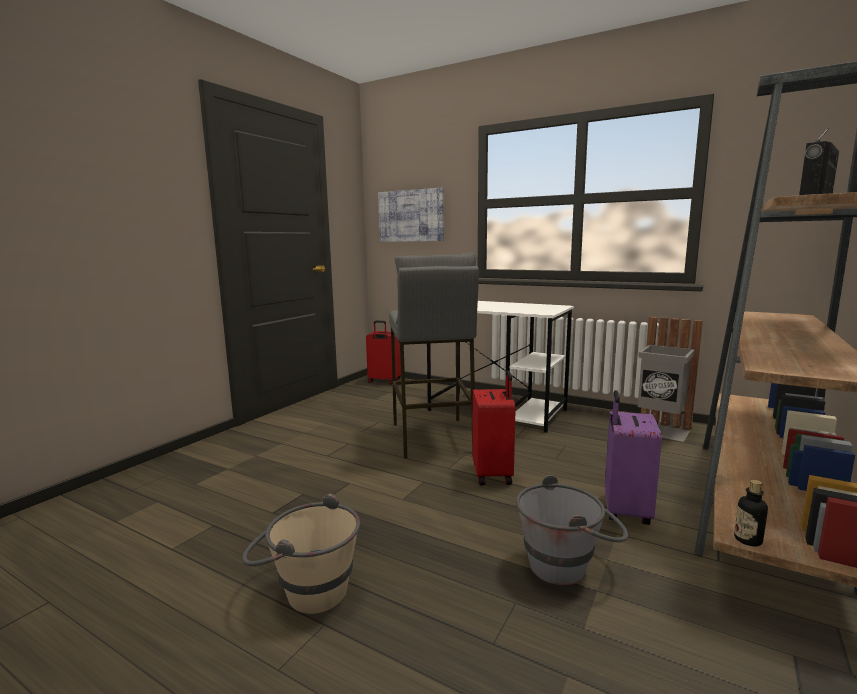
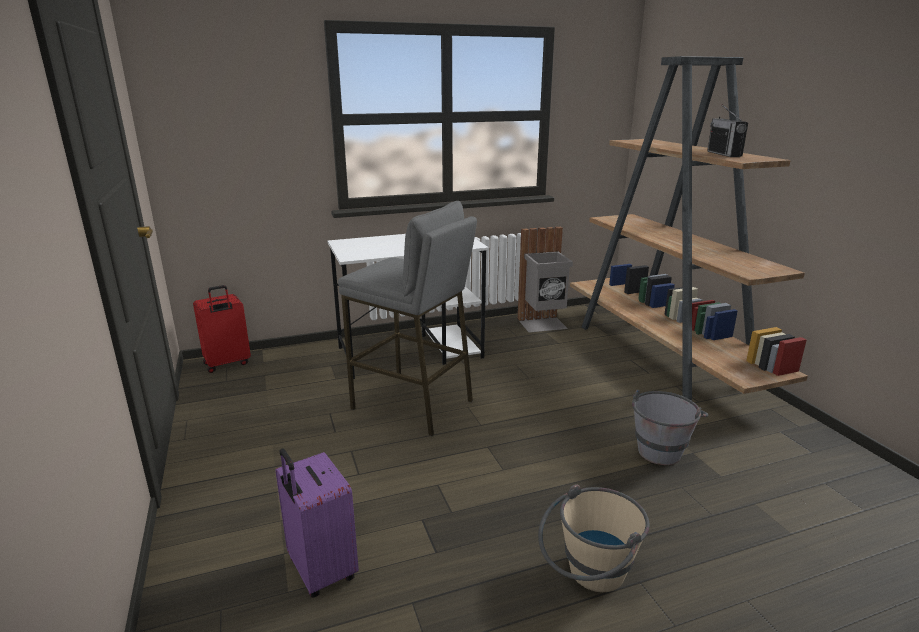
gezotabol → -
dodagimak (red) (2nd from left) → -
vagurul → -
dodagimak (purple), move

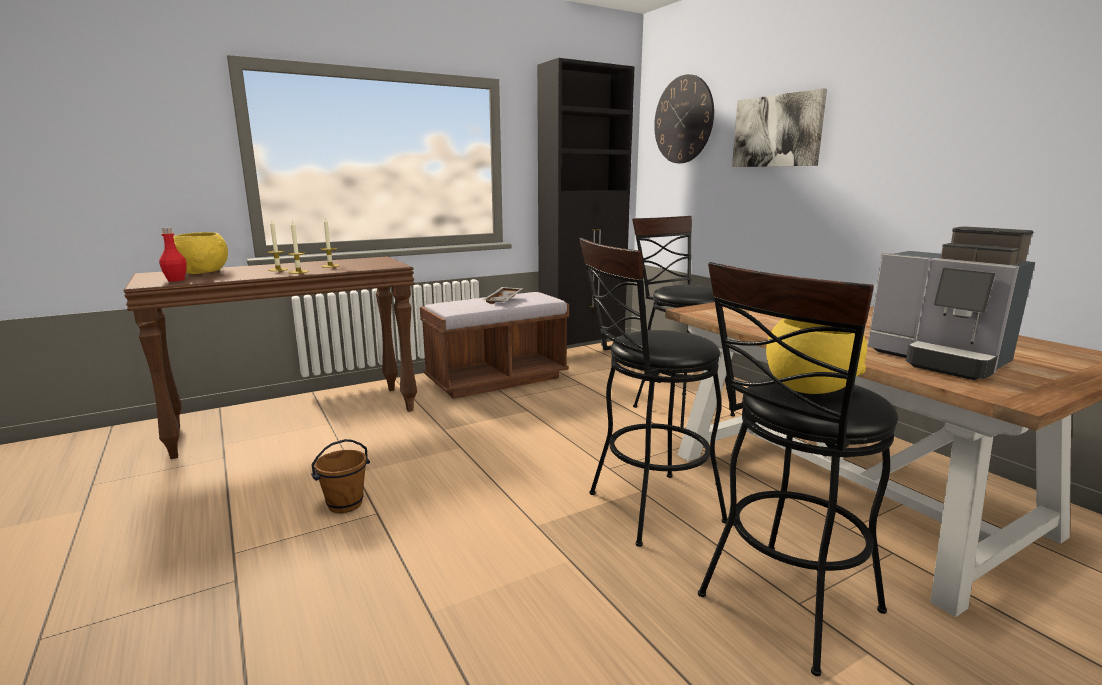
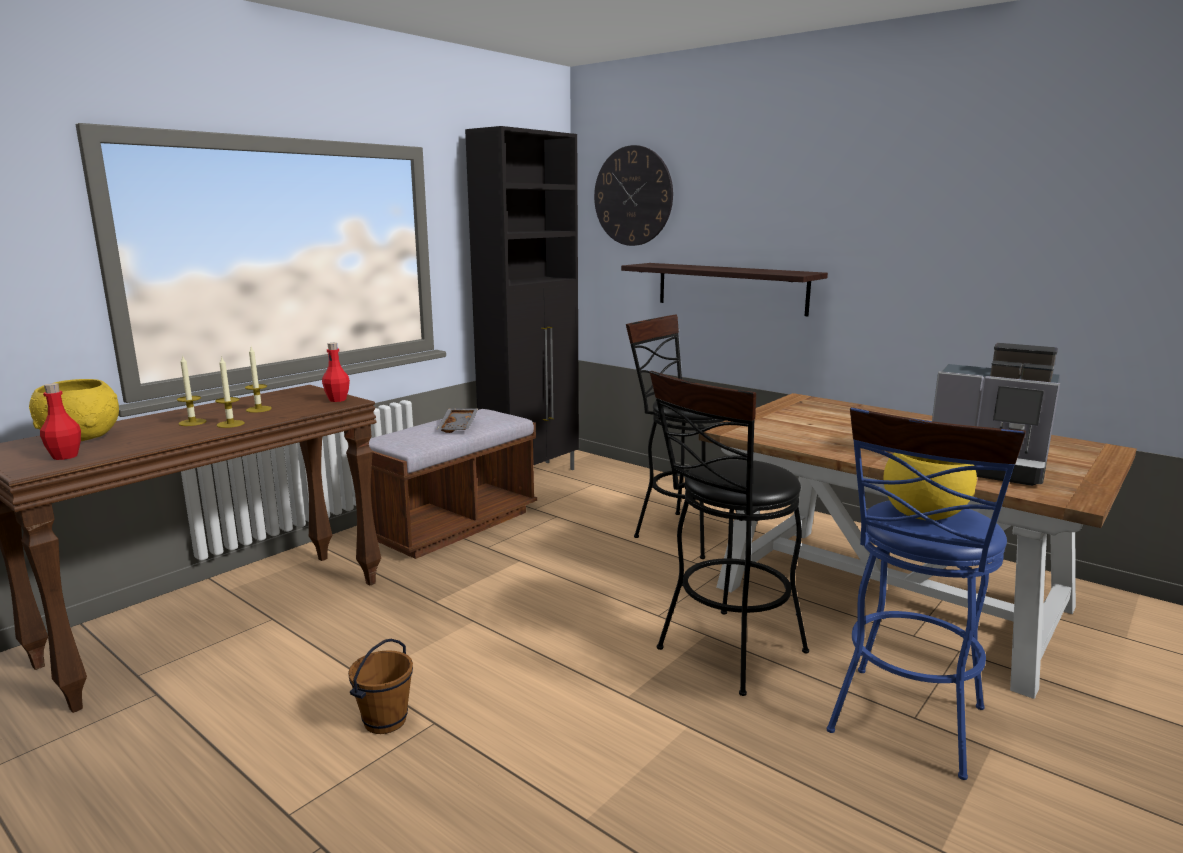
gezotabol → -
- → vagurul (red) (2nd from left)
- → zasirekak
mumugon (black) (3rd from left) → mumugon (blue)

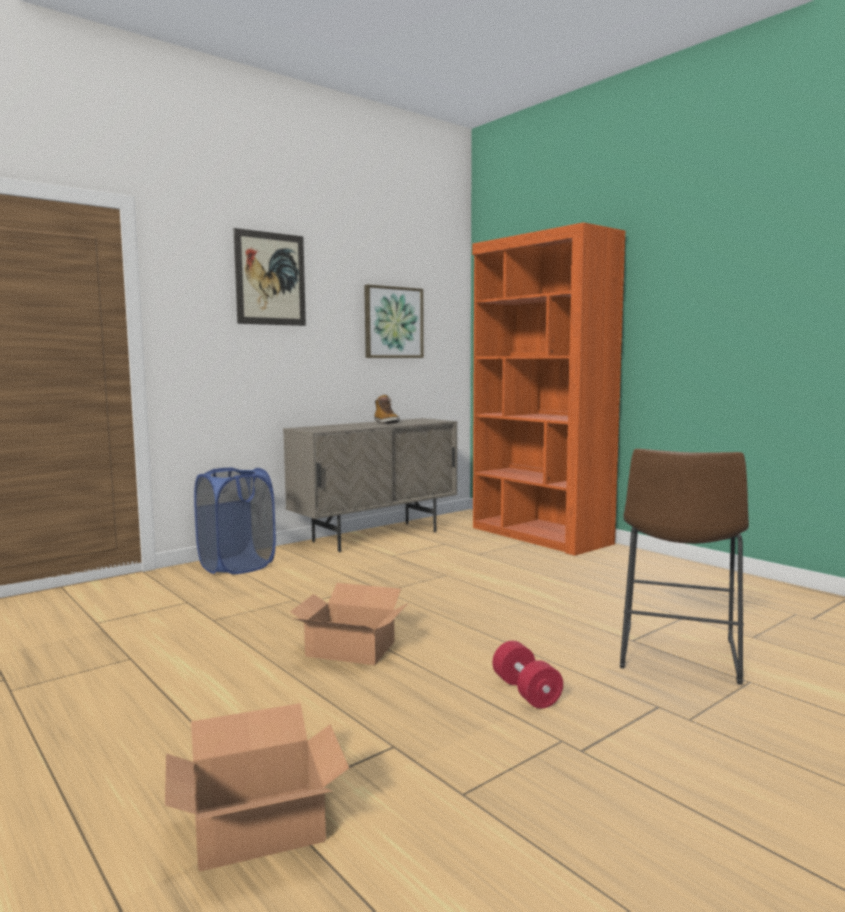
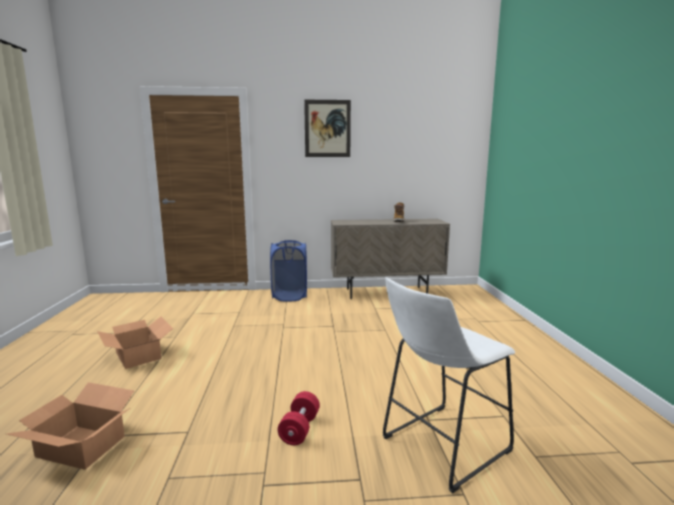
gezotabol (2nd from left) → -
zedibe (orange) → -
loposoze (2nd from left), move
mumugon (brown) → mumugon (white)

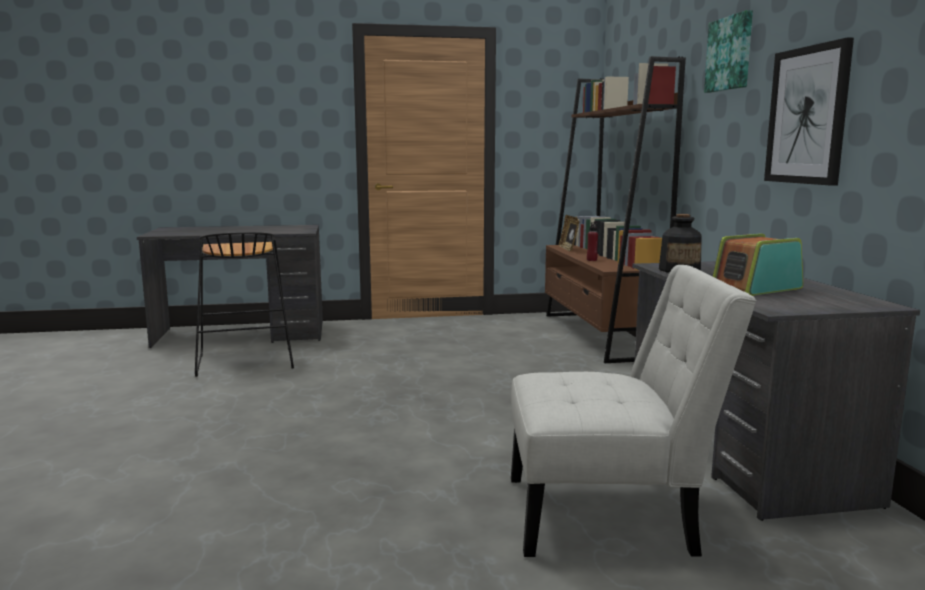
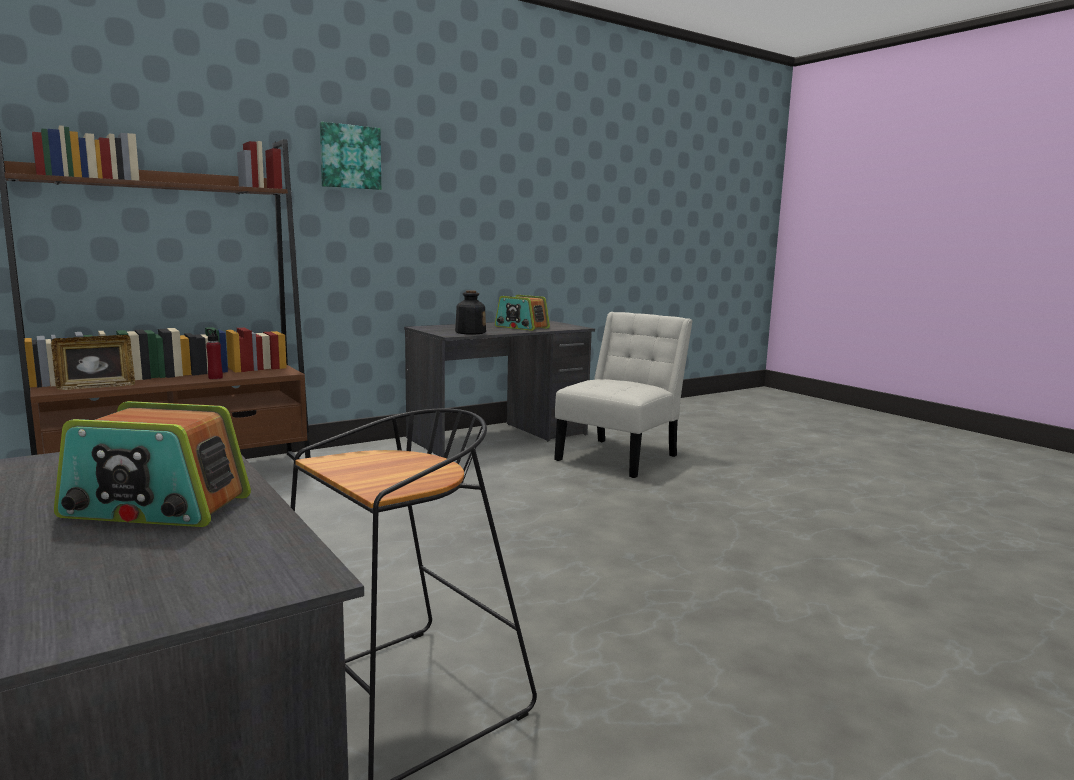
gezotabol (2nd from left) → -
- → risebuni (1st from left)
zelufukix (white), 60 degrees clockwise

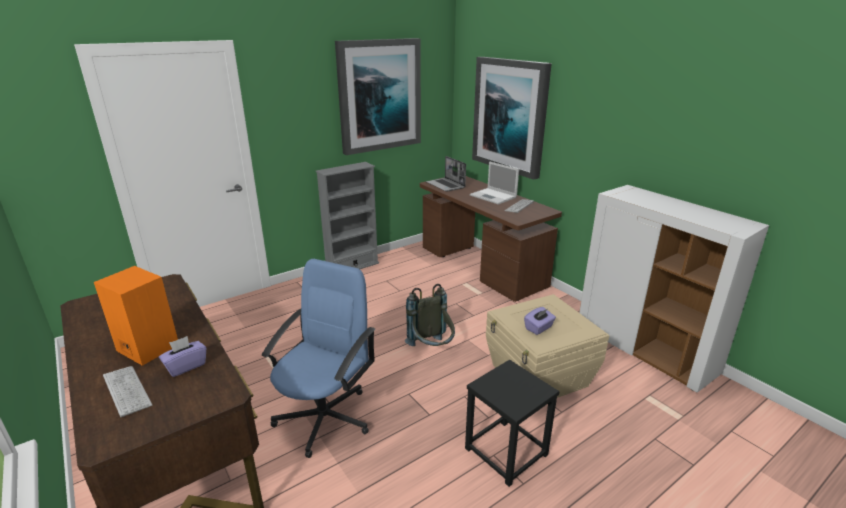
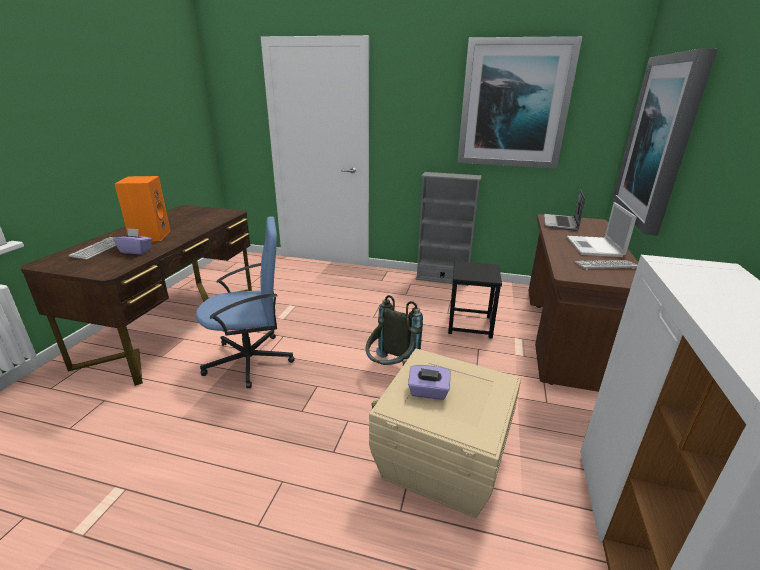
mumugon (black), move

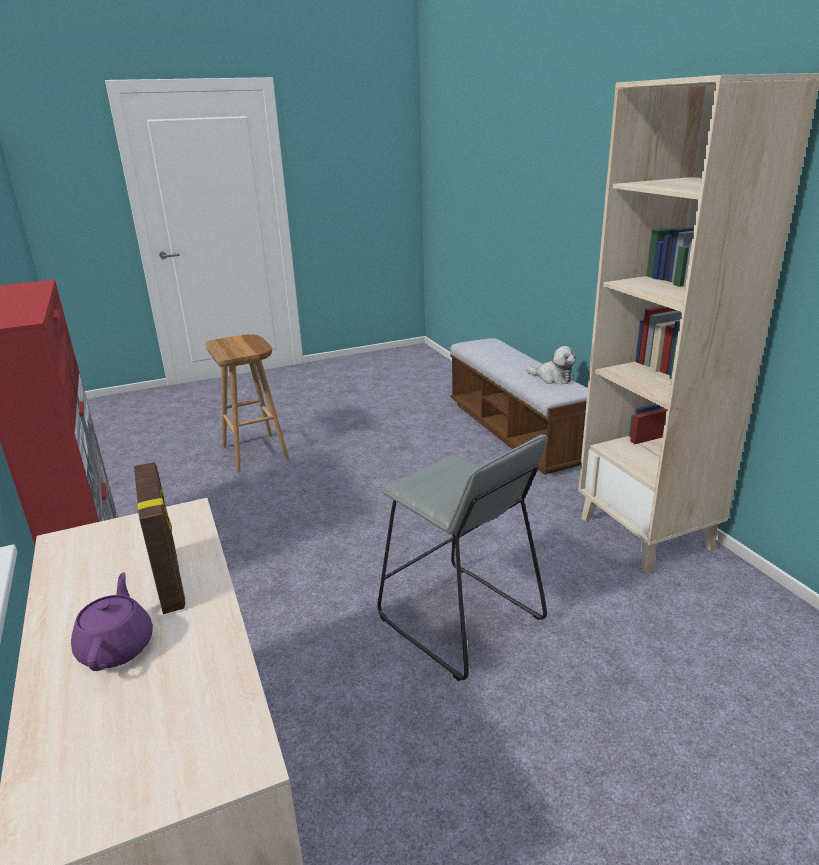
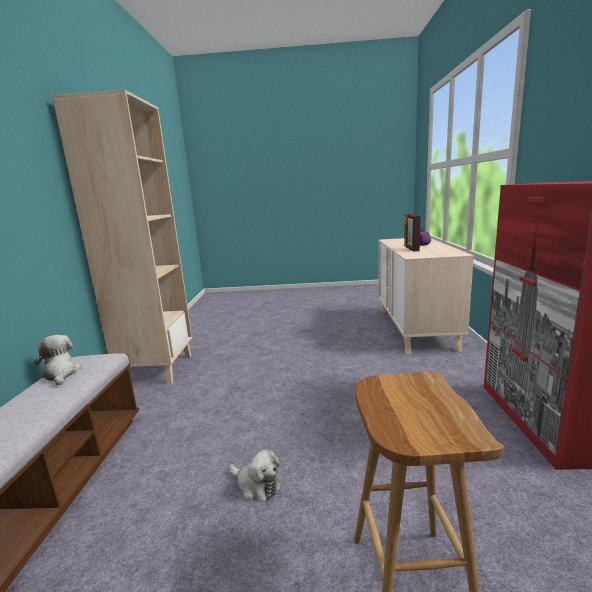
mumugon (grey) → -
- → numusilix (2nd from left)

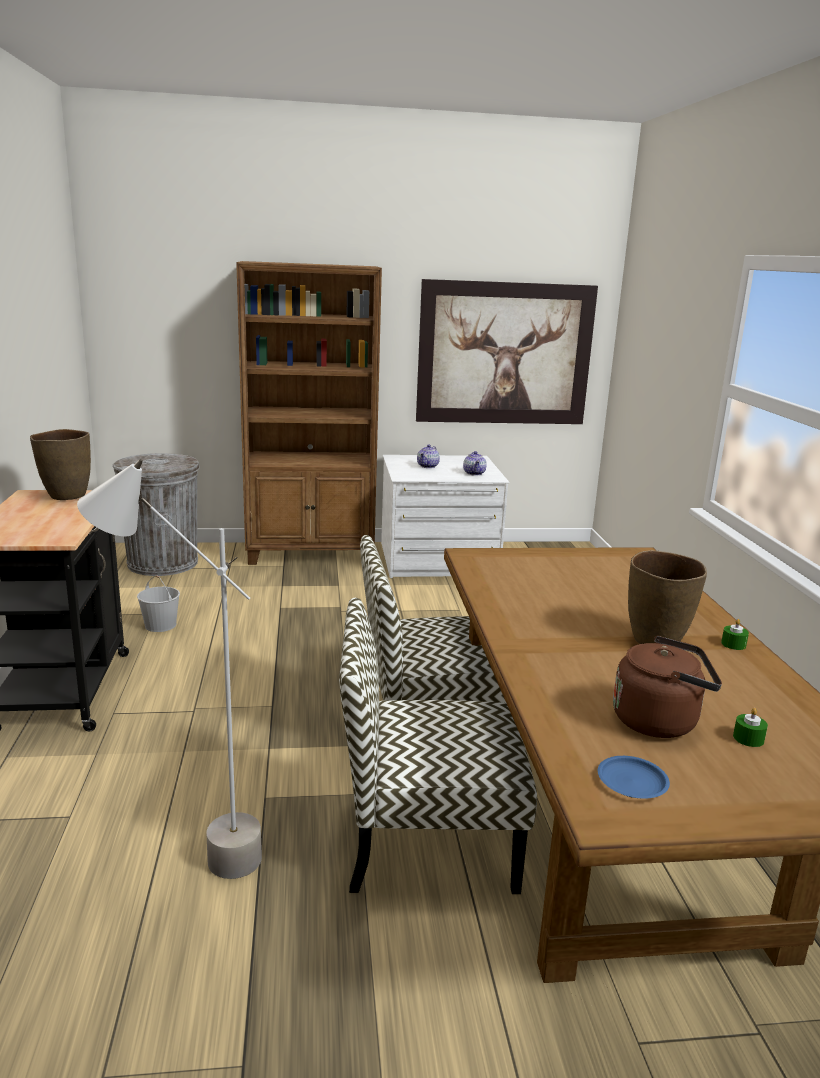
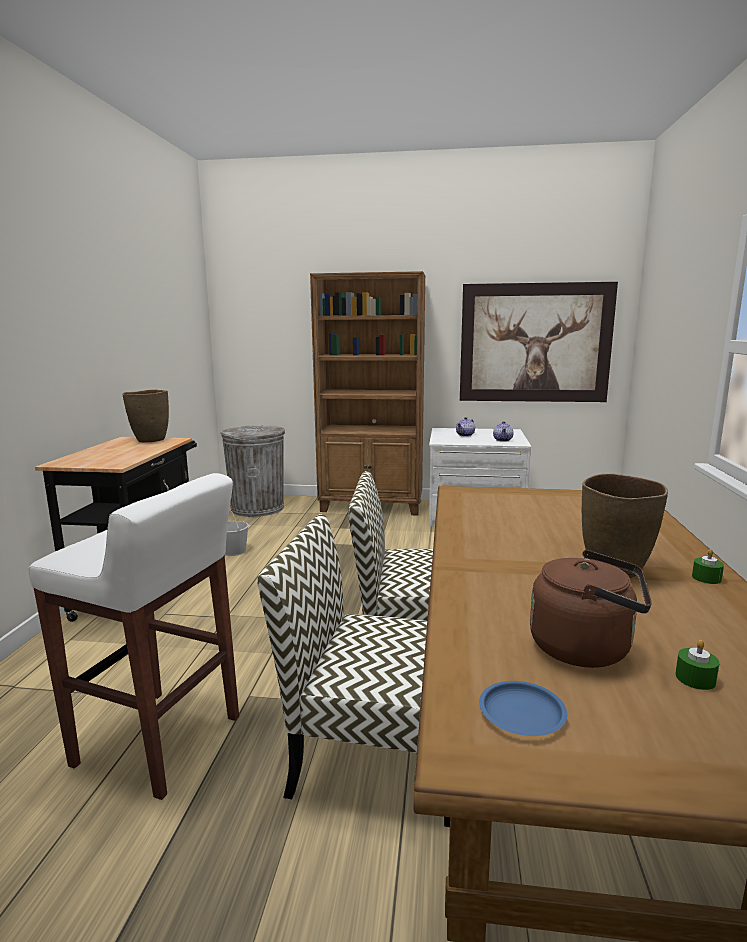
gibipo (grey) → mumugon (white)

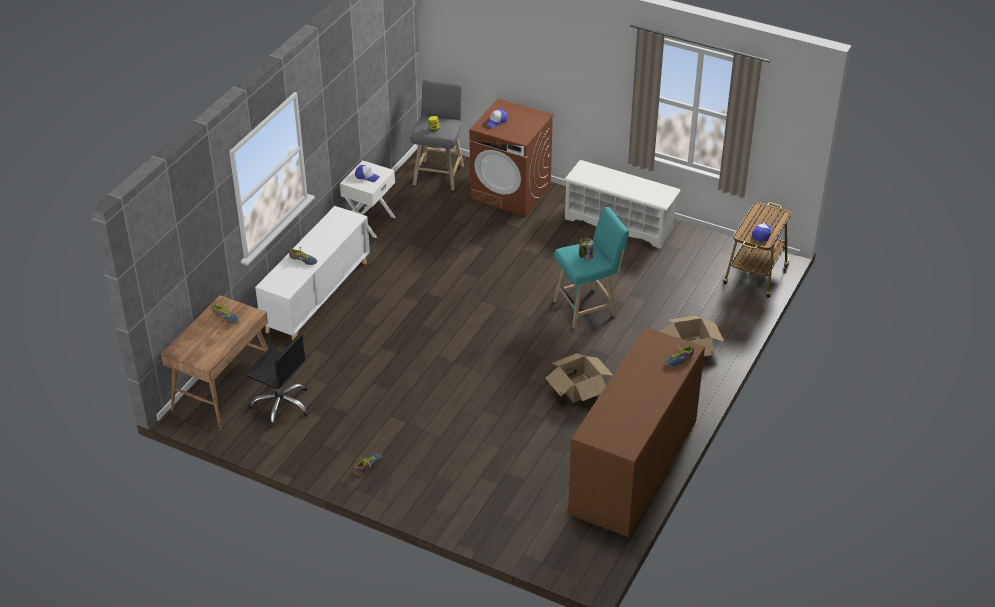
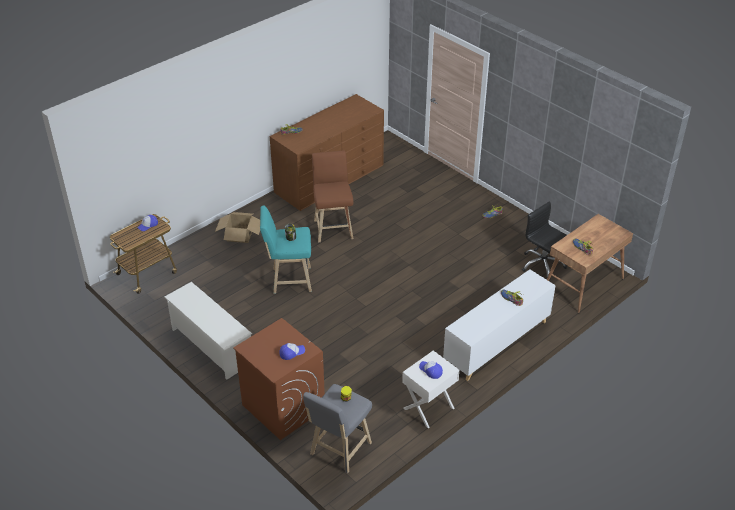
loposoze (1st from left) → mumugon (brown)

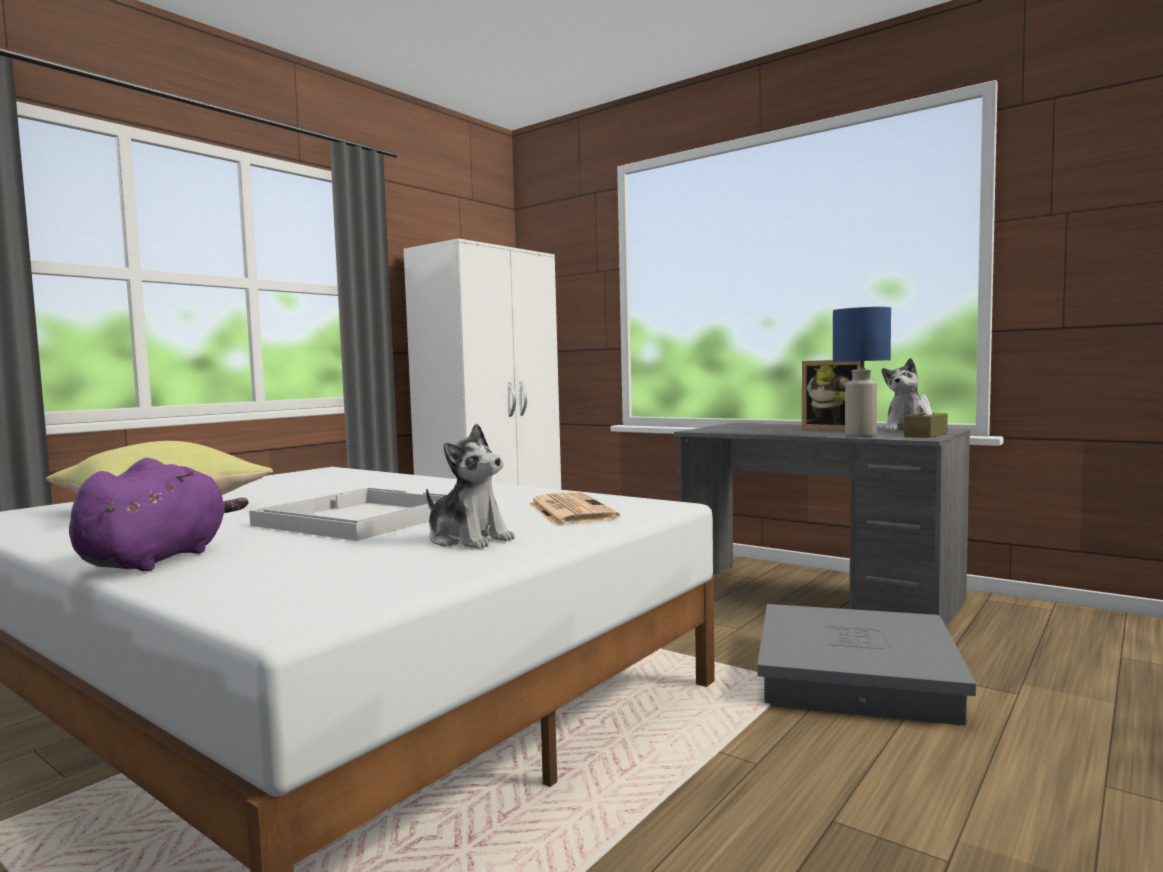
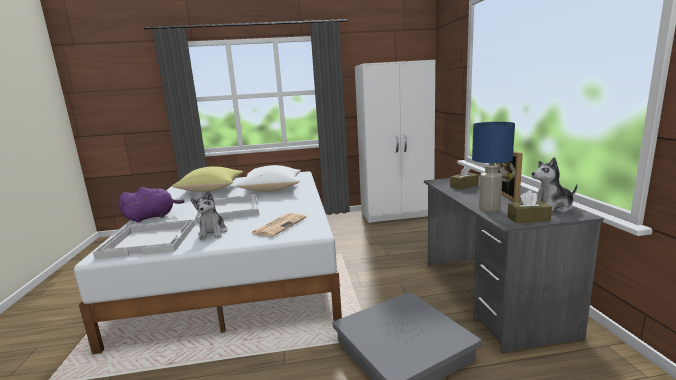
- → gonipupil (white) (1st from left)
- → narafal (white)
- → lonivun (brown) (1st from left)

